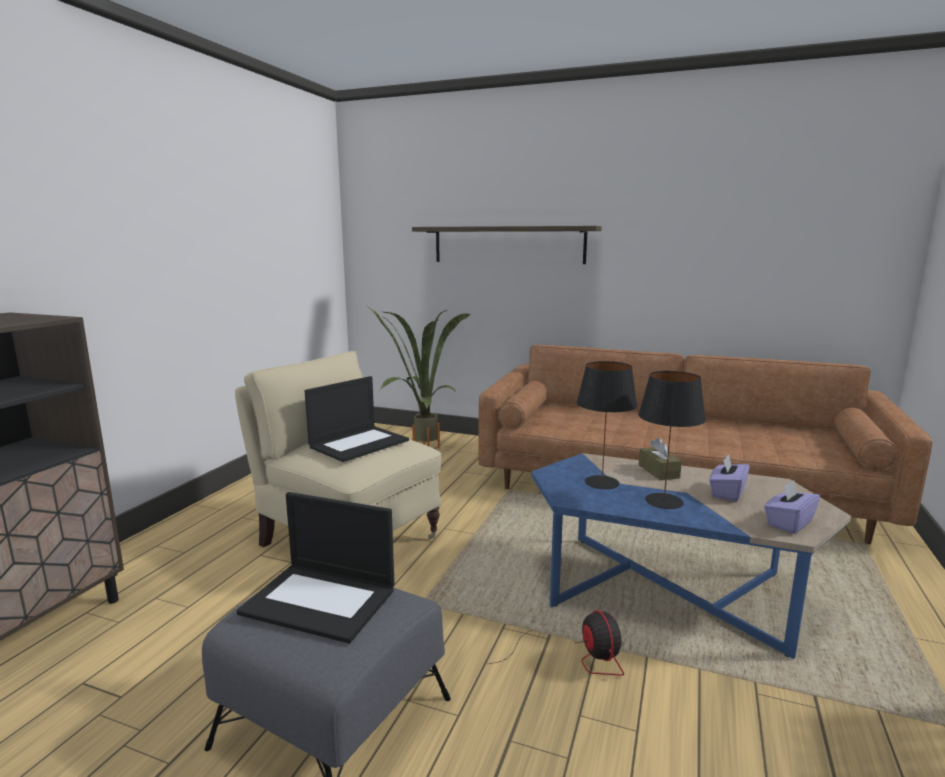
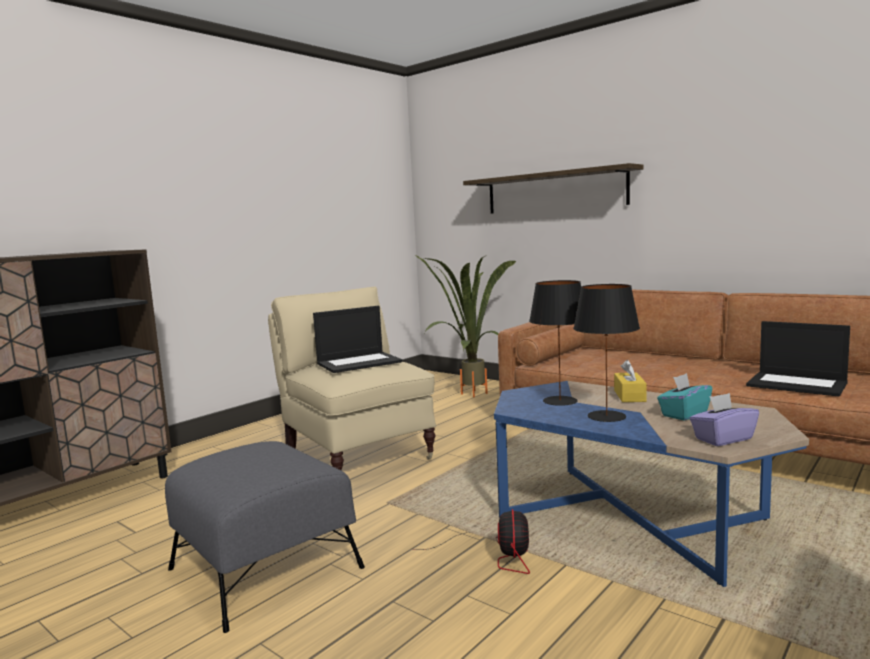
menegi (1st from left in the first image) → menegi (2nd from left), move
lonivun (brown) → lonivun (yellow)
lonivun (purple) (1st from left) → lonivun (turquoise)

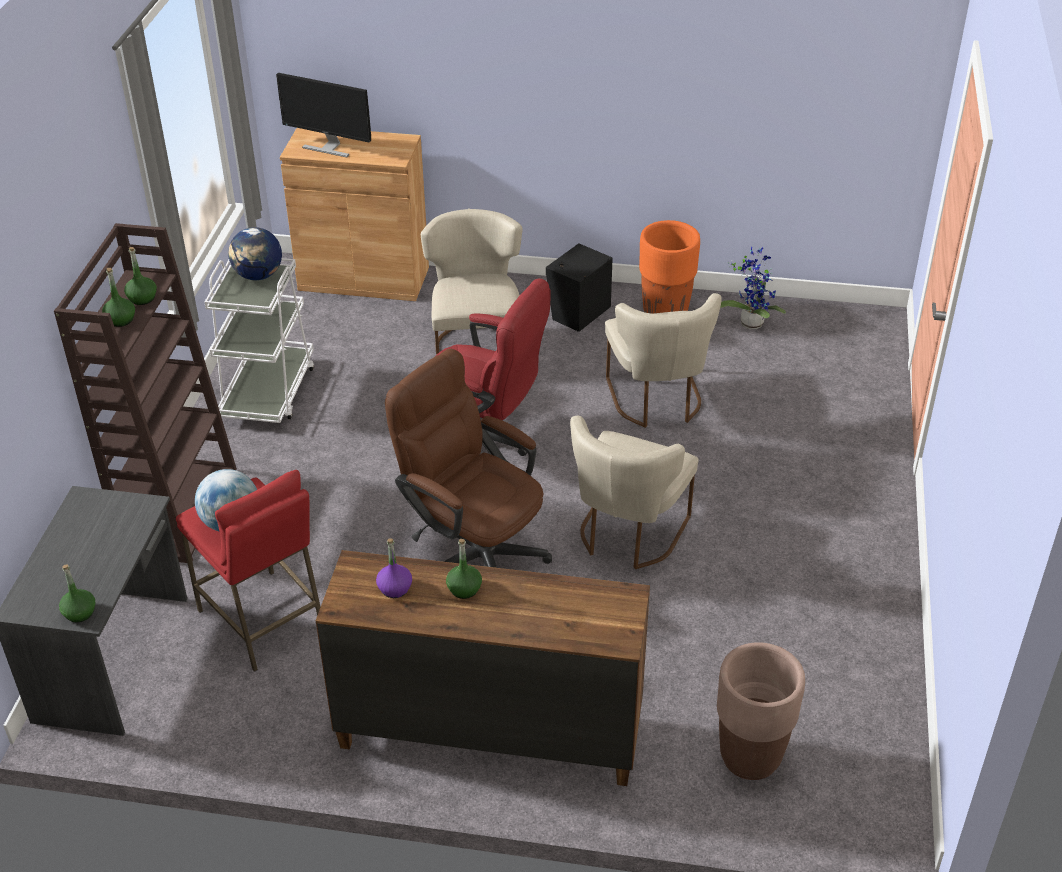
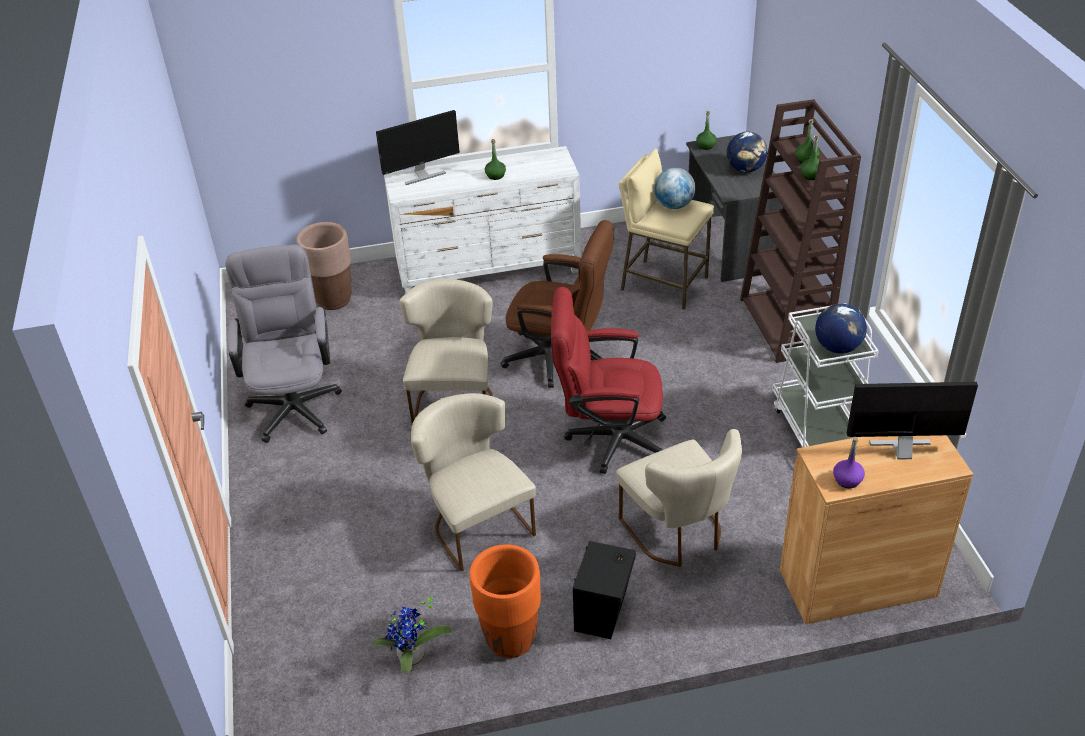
- → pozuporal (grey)
- → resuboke (1st from left)
- → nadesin (2nd from left)
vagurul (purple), move
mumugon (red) → mumugon (beige)
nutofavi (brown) → nutofavi (white)

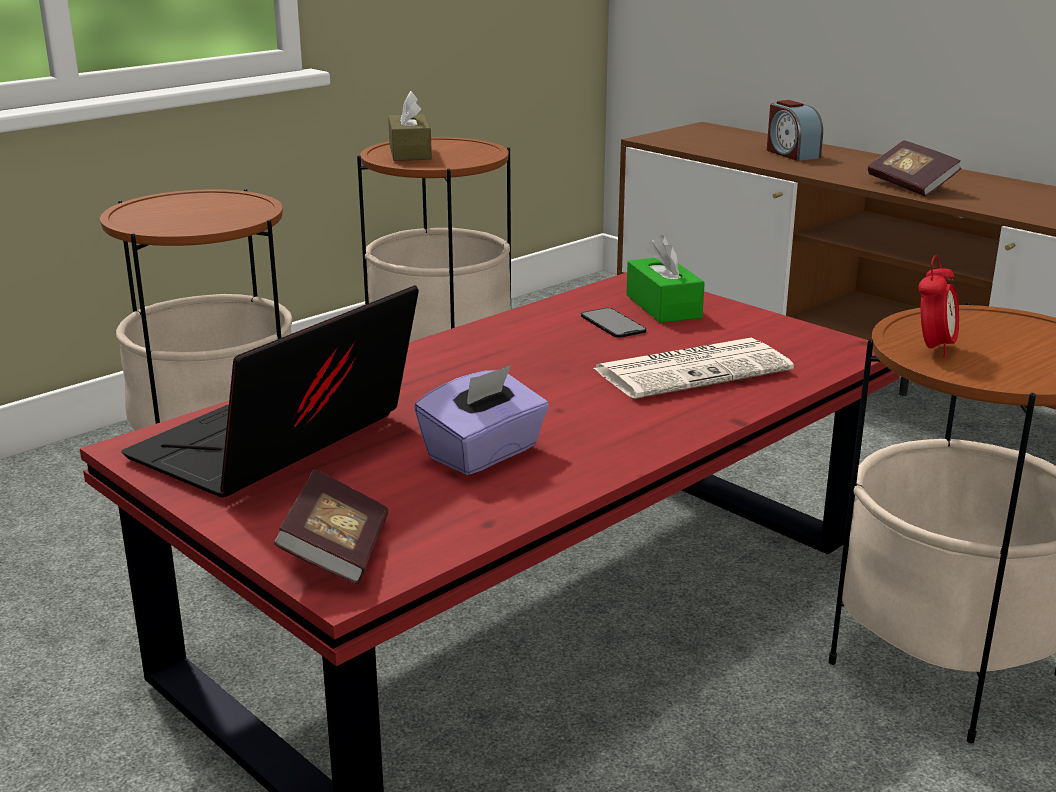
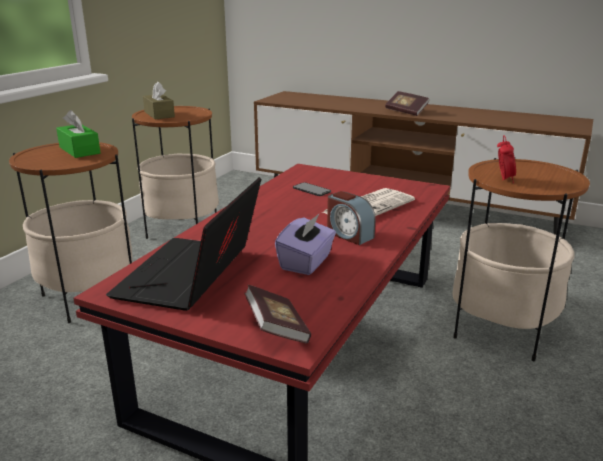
lonivun (green), move
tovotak (1st from left), move

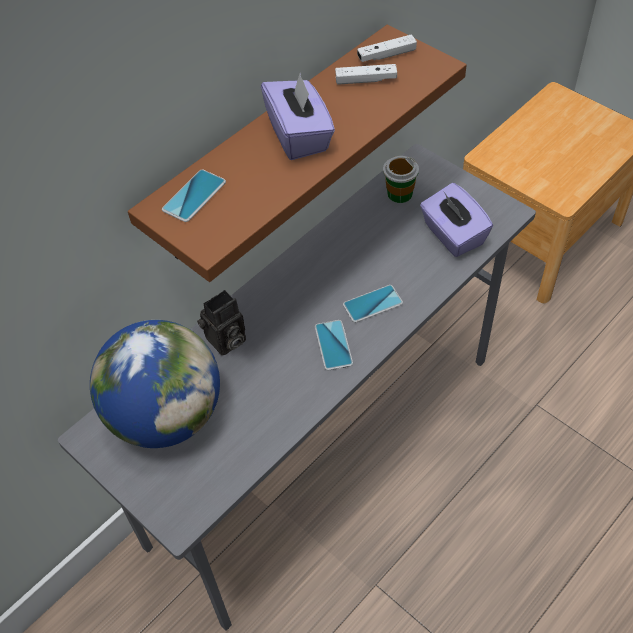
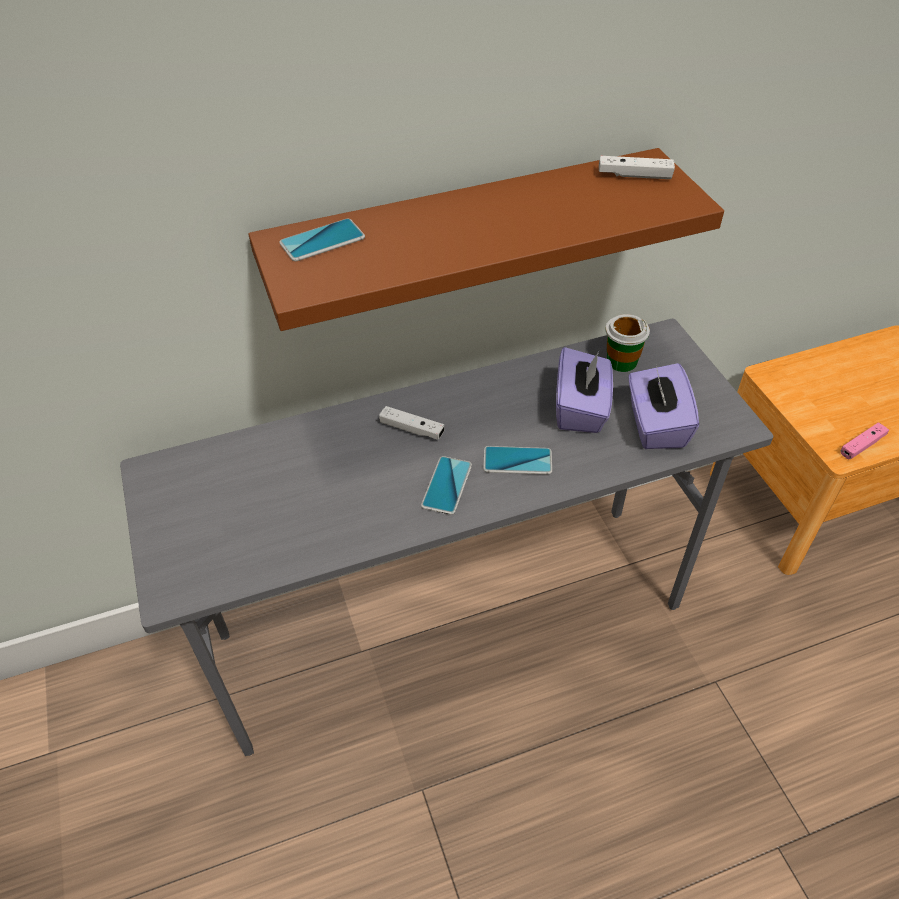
nadesin → -
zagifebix → -
- → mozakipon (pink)
lonivun (purple) (1st from left), move
mozakipon (white) (1st from left), move

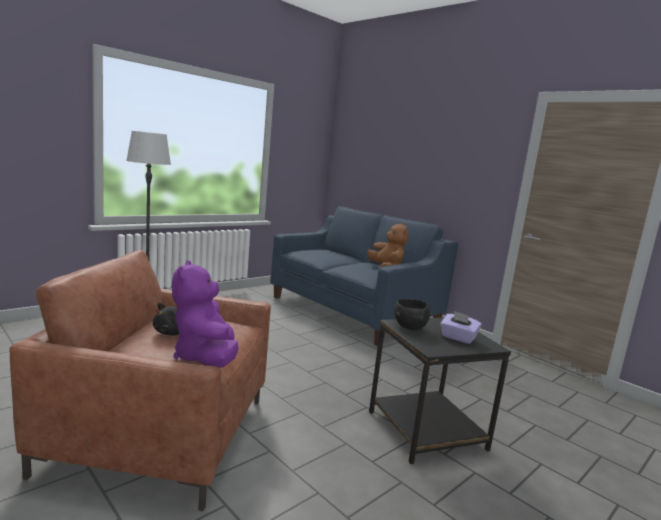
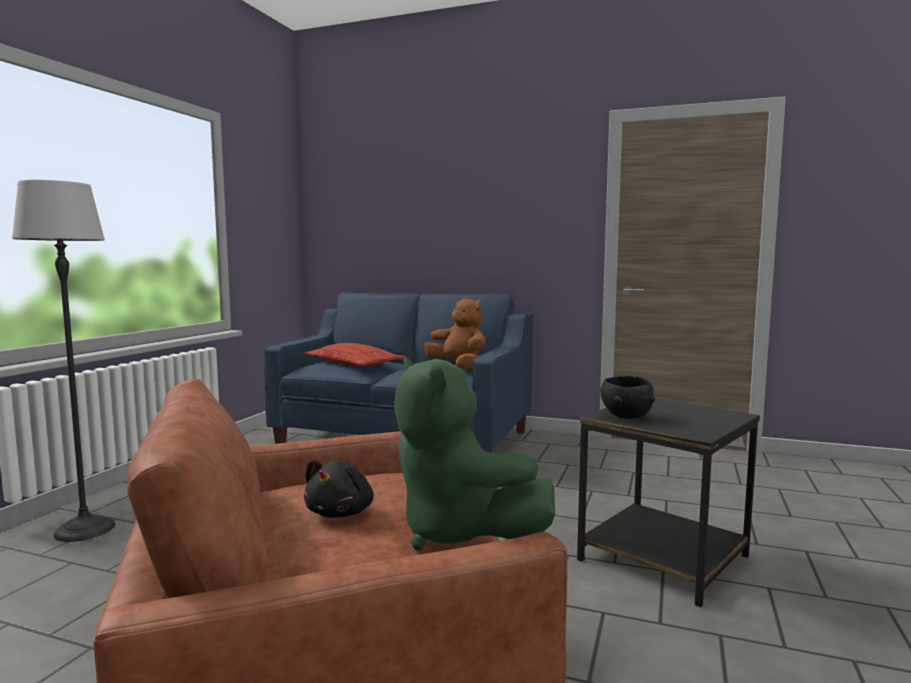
lonivun (purple) → -
- → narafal
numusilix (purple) → numusilix (green)

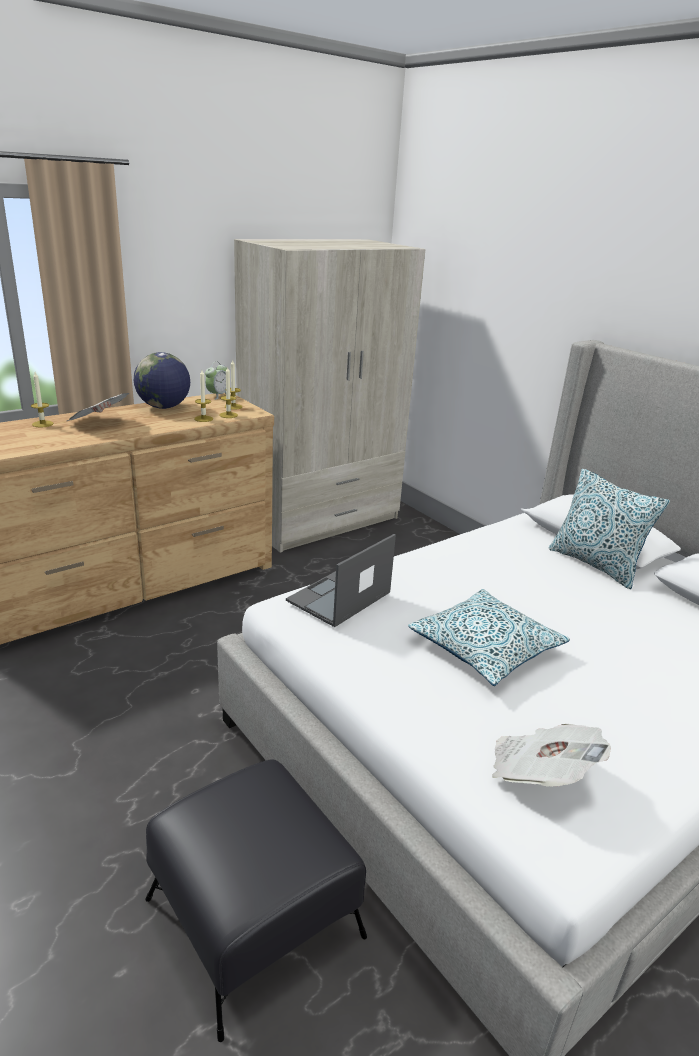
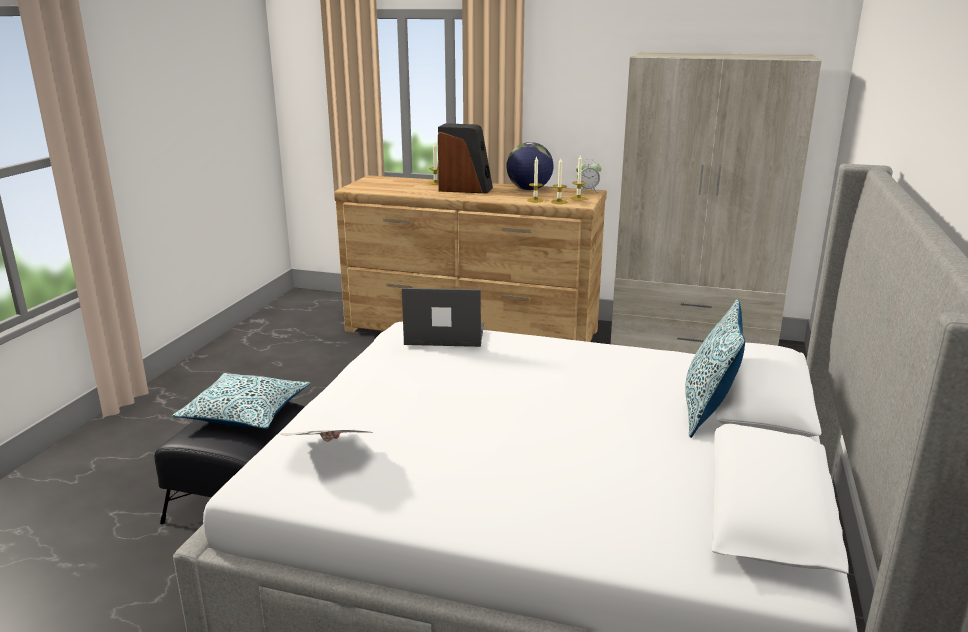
narafal (1st from left), move
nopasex (1st from left) → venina

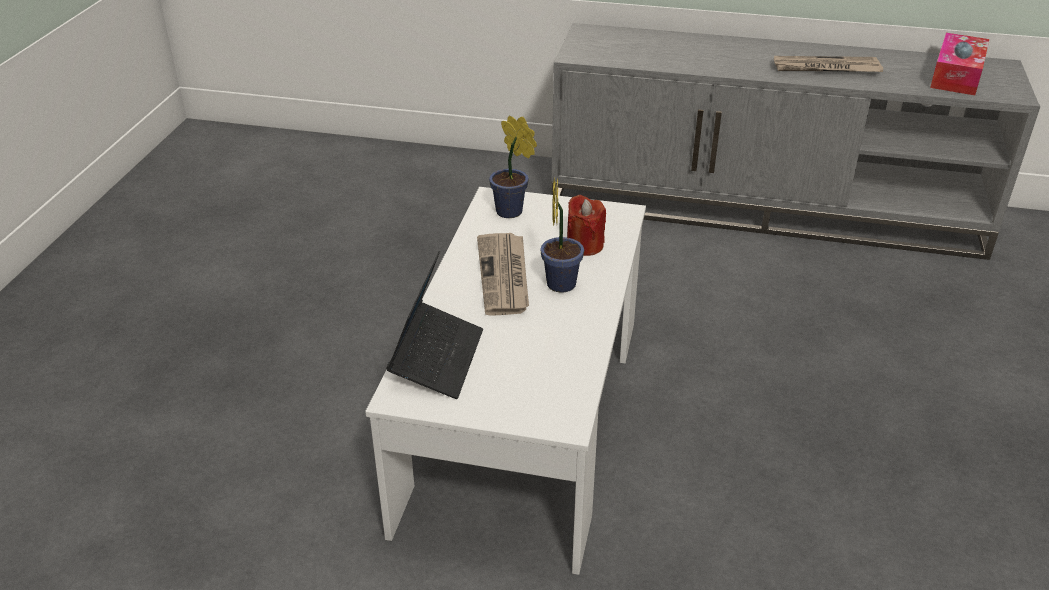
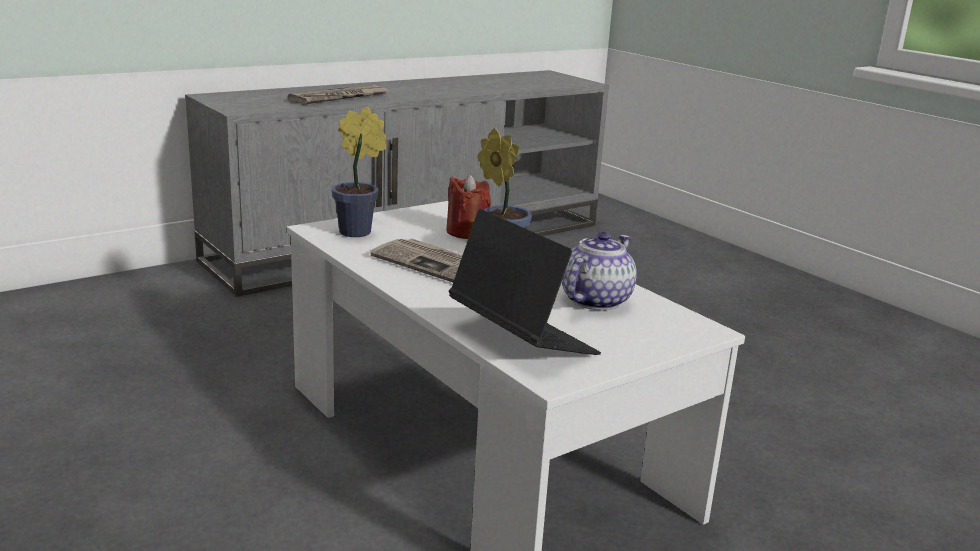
lonivun → -
- → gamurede
nopasex (2nd from left in the first image) → nopasex (1st from left), move

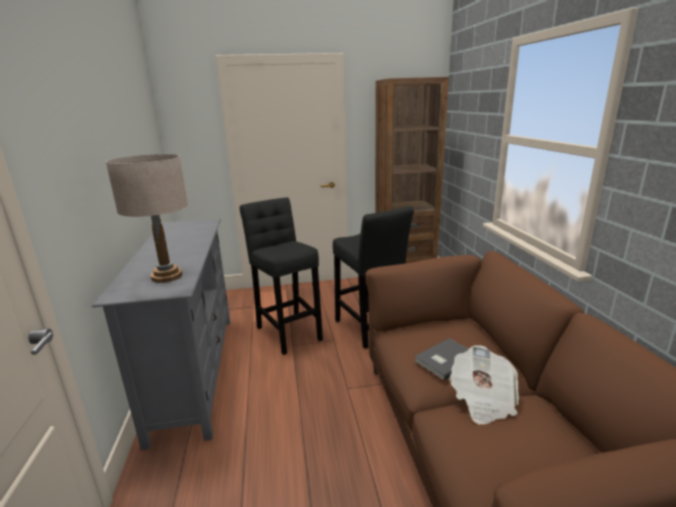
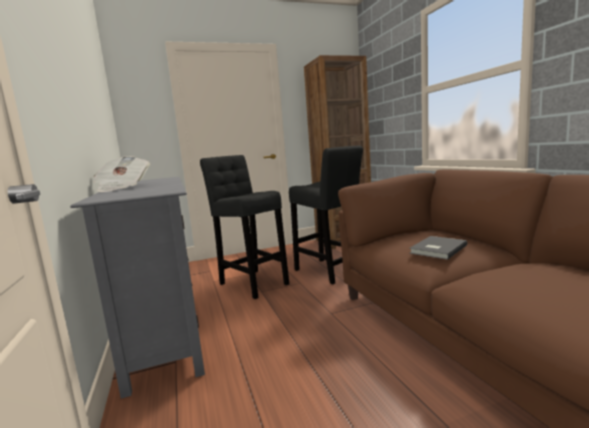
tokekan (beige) → -
nopasex, move

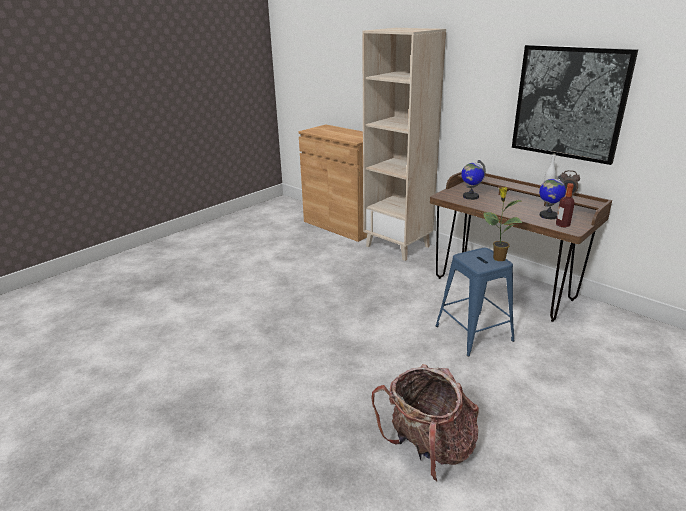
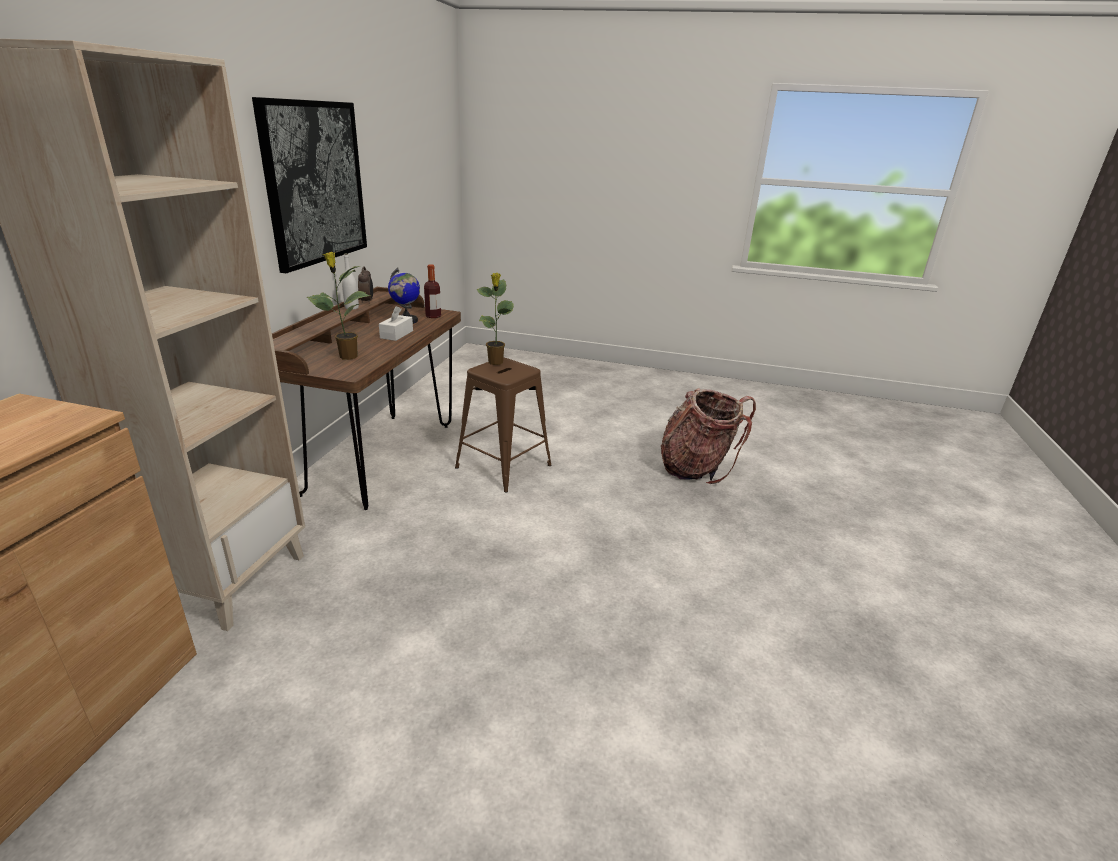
- → lonivun (white)
nadesin (1st from left) → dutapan (1st from left)
mumugon (blue) → mumugon (brown)

